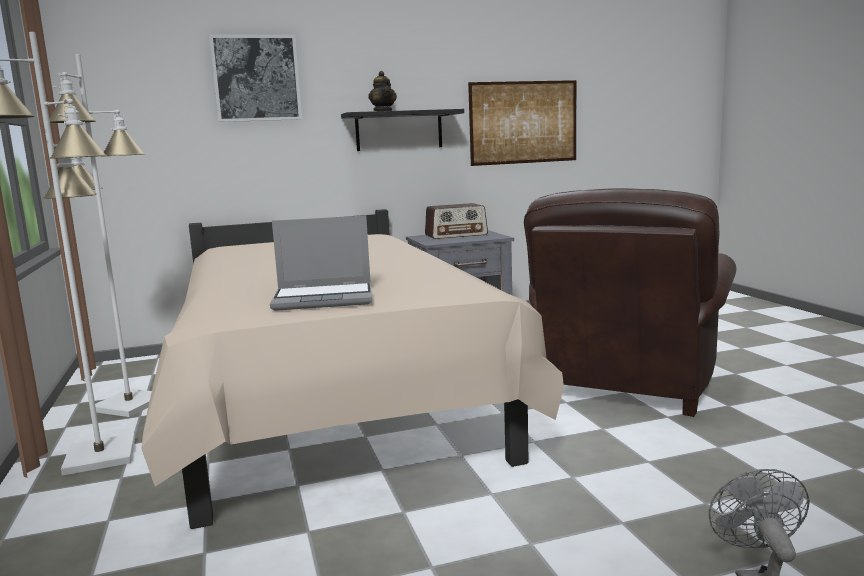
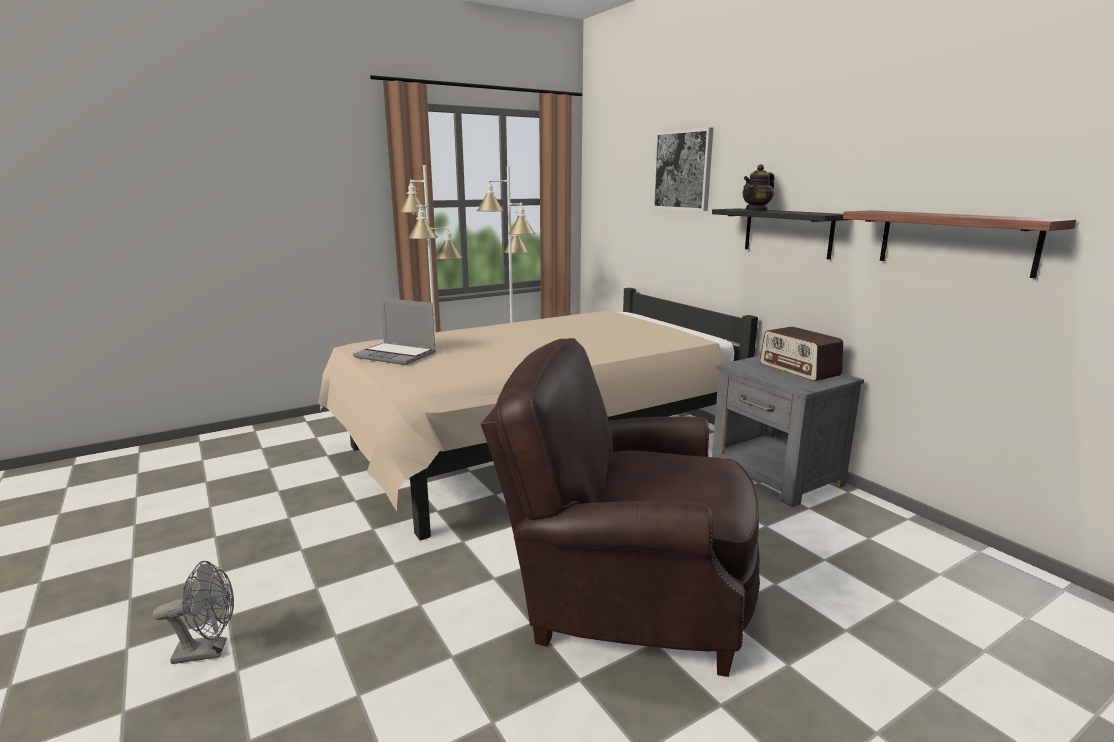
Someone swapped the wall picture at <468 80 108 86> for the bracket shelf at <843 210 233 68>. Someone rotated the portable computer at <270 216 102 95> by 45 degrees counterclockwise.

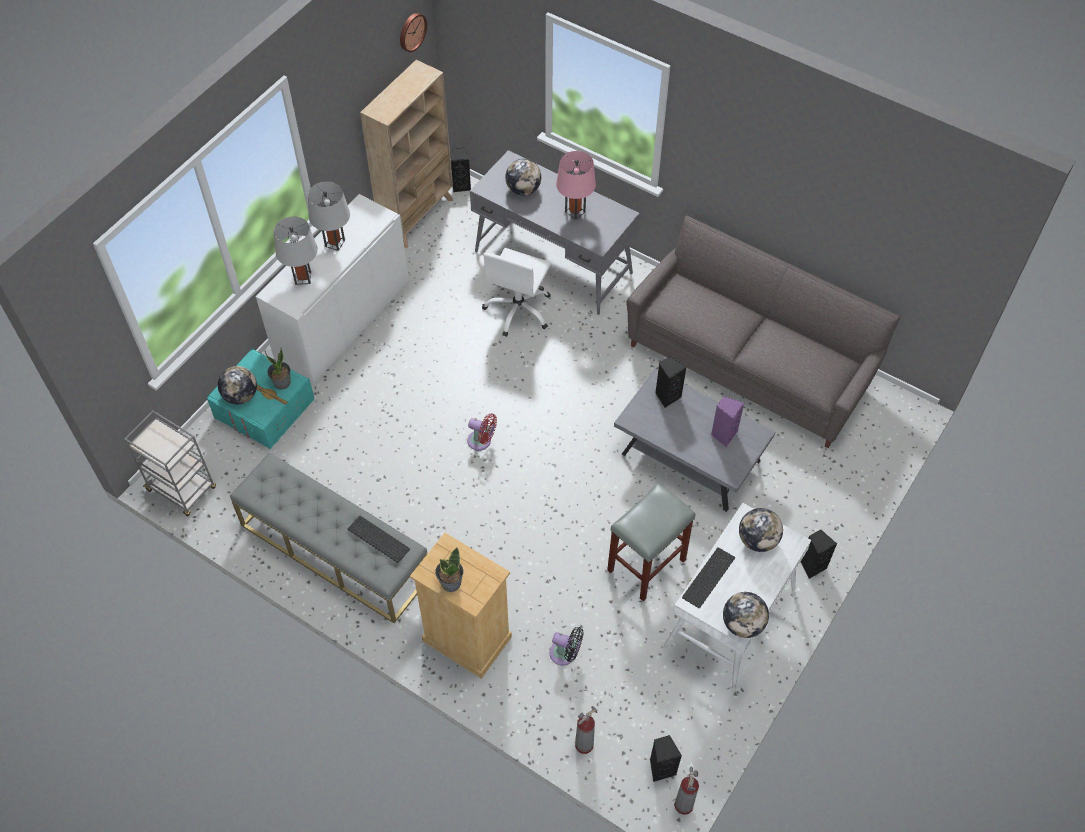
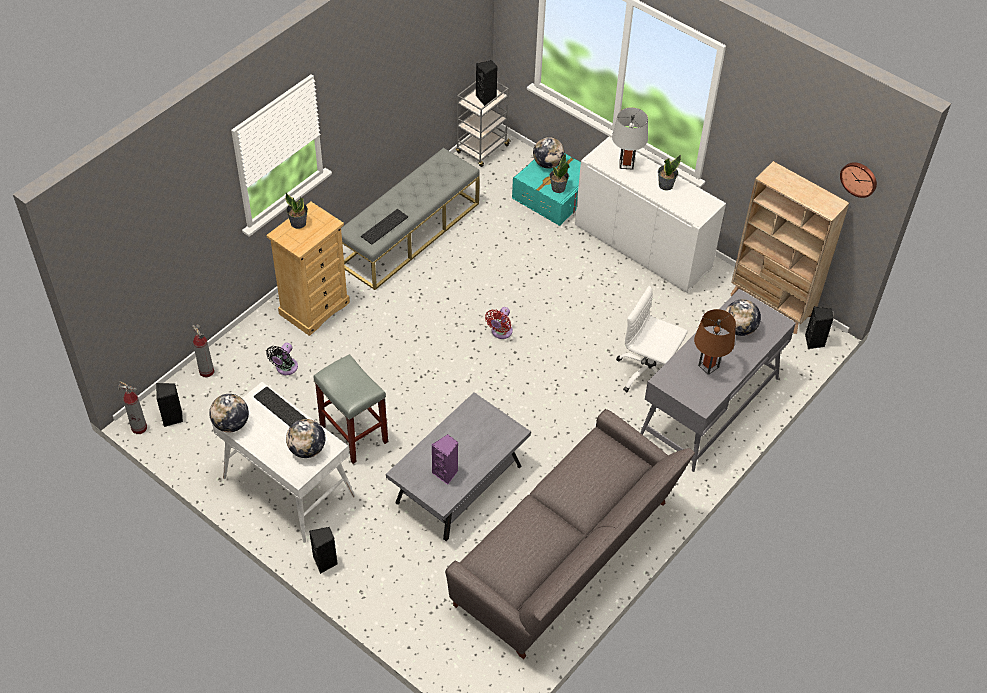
Someone carried the loudspeaker in black-coloured from <655 356 32 52> to <476 60 21 46>. Someone swapped the tabletop lamp in gray at <308 181 42 70> for the potted plant at <658 155 23 36>. Someone repainted the tabletop lamp in pink at <556 151 40 69>, which became the tabletop lamp in brown at <694 309 42 66>.

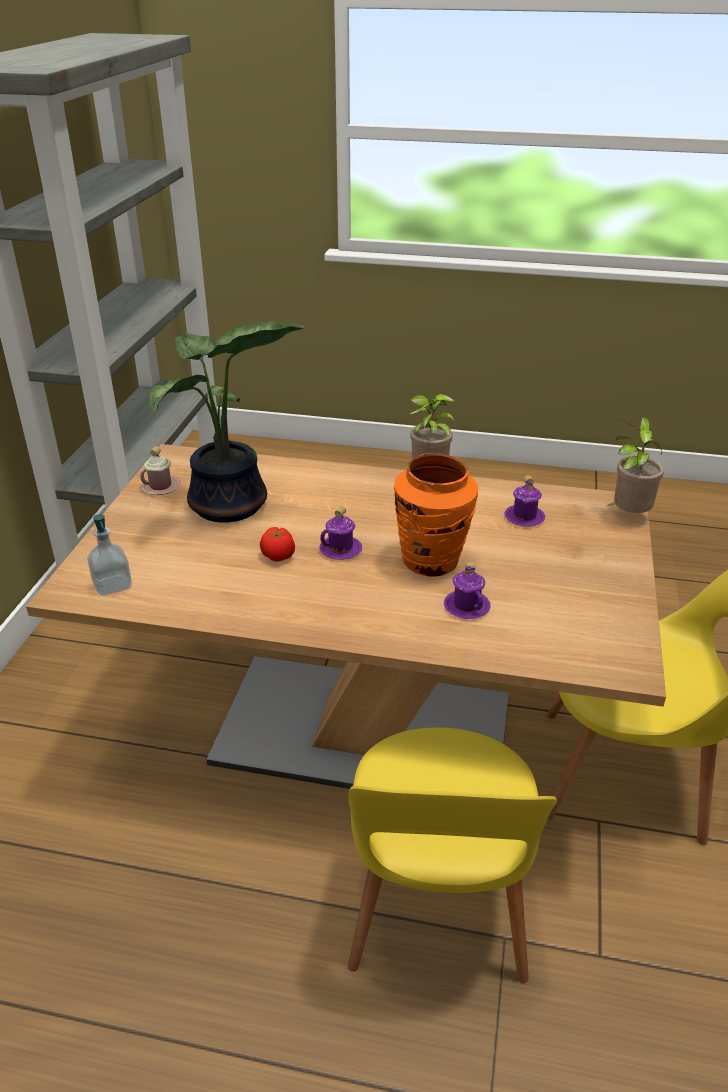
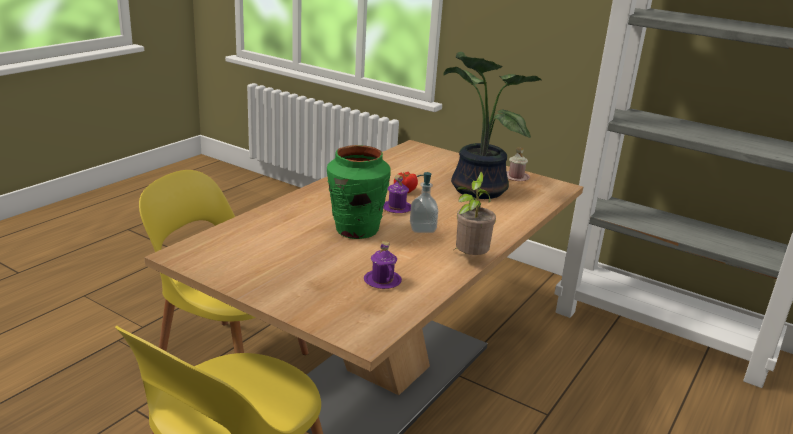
Someone took away the coffee mug in purplish at <444 561 46 58>. Someone took away the potted plant at <607 416 57 97>. Someone carried the soap dispenser from <87 514 45 82> to <410 172 28 61>. Someone repainted the vase in orange at <394 453 84 124>, which became the vase in green at <327 145 64 94>.

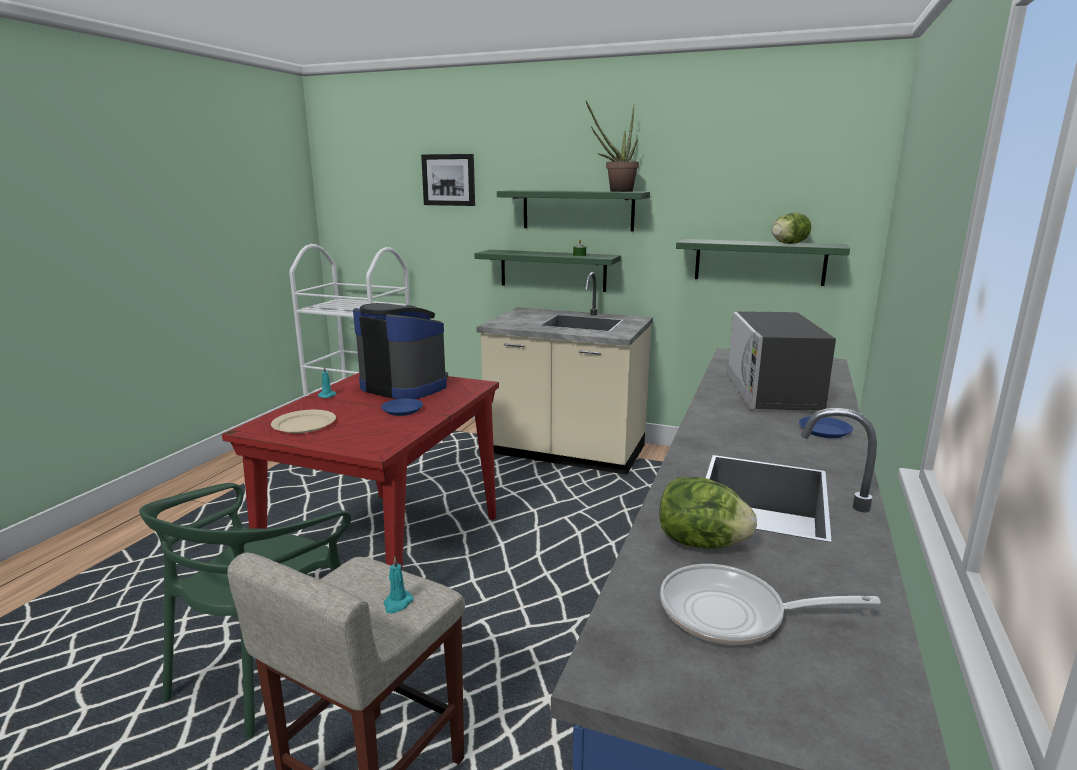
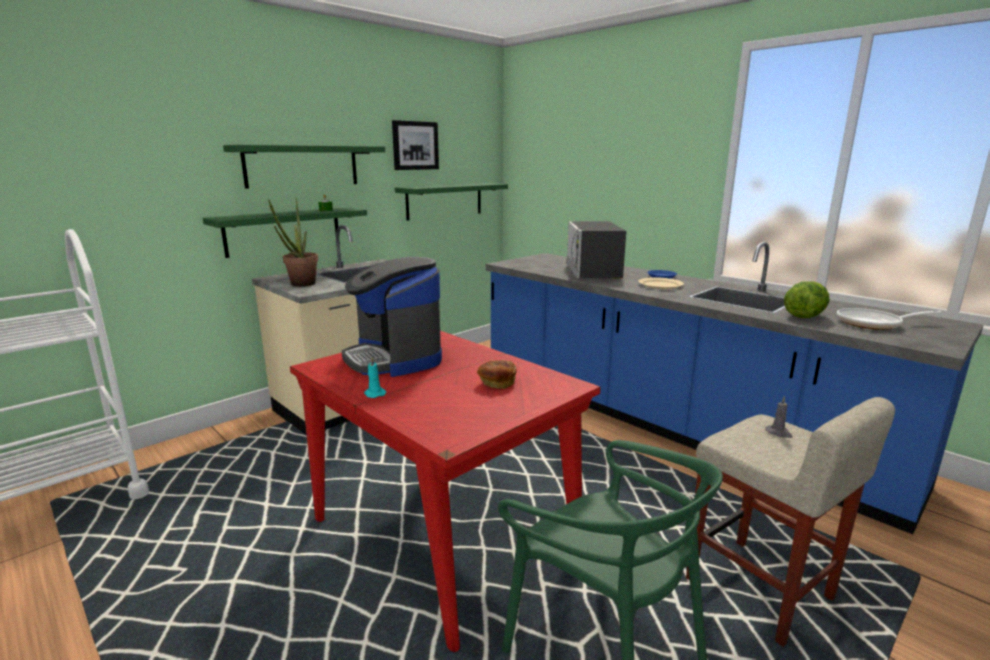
Someone took away the plate in bluish at <381 399 42 17>. Someone took away the head of lettuce at <772 212 39 32>. Someone put down the bakery bread at <477 360 40 29>. Someone carried the plate in sand-coloured from <271 410 65 23> to <638 277 46 12>. Someone carried the wall picture from <421 154 54 52> to <392 120 47 50>. Someone carried the potted plant from <586 101 53 91> to <268 198 50 89>. Someone repainted the wax light in turquoise at <383 556 31 58>, which became the wax light in gray at <765 396 27 42>. Someone rotated the coffee brewer at <353 303 95 96> by 90 degrees counterclockwise. Someone rotated the skillet at <660 564 221 81> by 60 degrees clockwise. Someone rotated the microwave at <727 311 109 100> by 60 degrees clockwise.

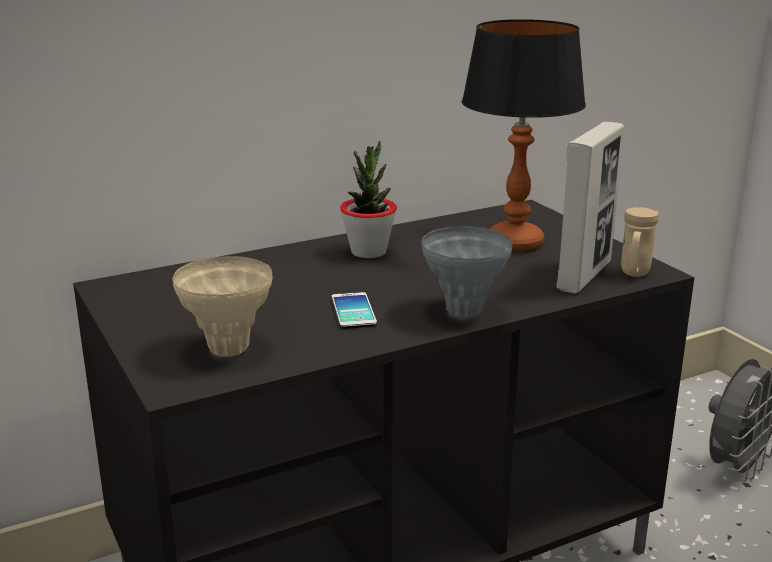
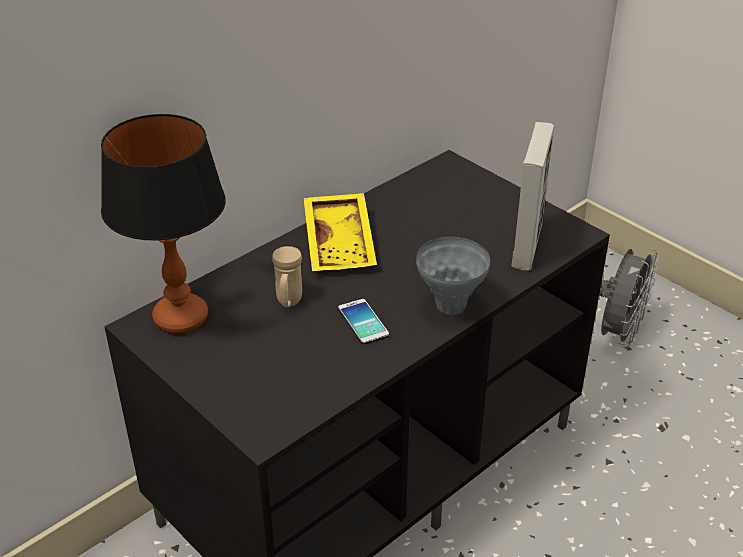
Someone took away the vase in sand-coloured at <172 256 101 101>. Someone carried the tabletop lamp from <462 19 124 232> to <101 114 125 219>. Someone carried the coffee mug in sand-coloured from <621 207 38 70> to <272 246 30 61>. Someone swapped the potted plant at <340 141 57 117> for the serving tray in yellow at <304 193 73 80>.

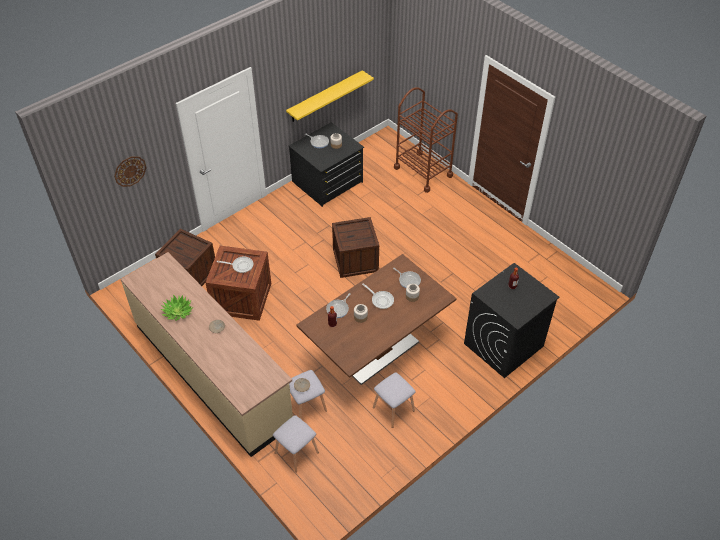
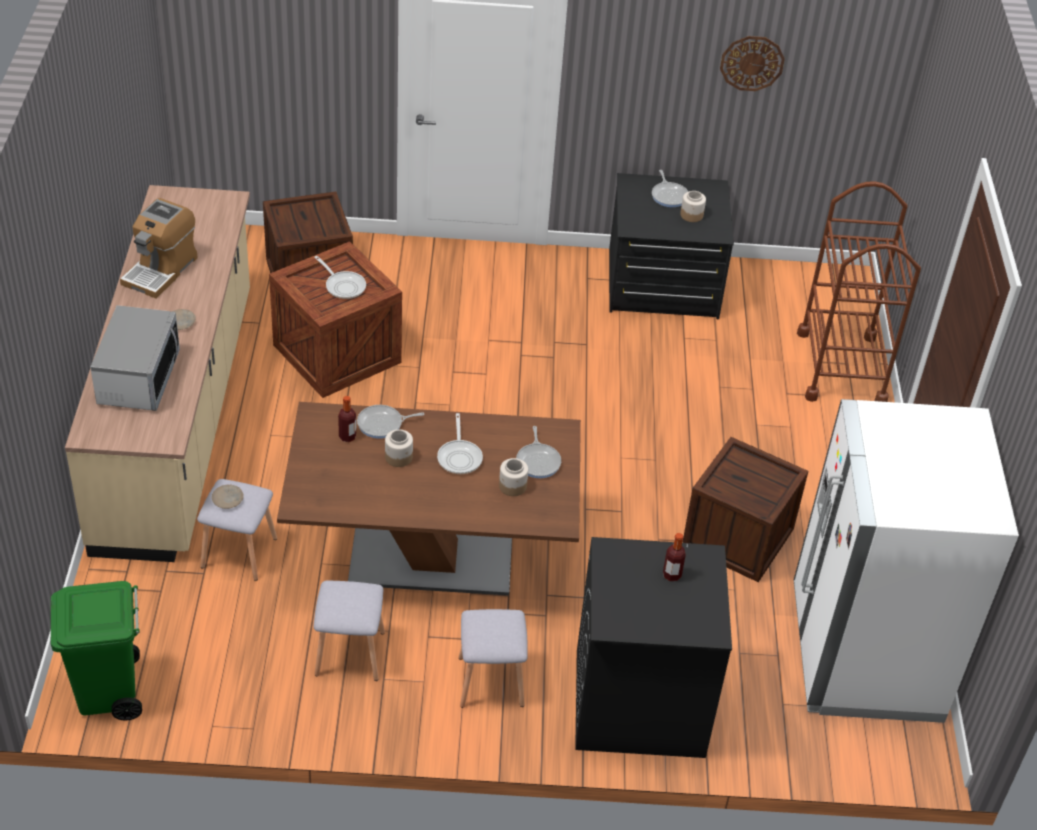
Someone took away the bracket shelf in yellow at <286 70 88 52>. Someone put down the waste bin in green at <51 581 91 139>. Someone put down the microwave at <90 305 90 106>. Someone put down the fridge in white-coloured at <794 399 225 324>. Someone carried the clock on the wall from <114 156 33 31> to <720 36 65 55>. Someone carried the stool seat in gray from <273 415 46 58> to <459 609 69 99>. Someone carried the packing crate from <332 217 47 61> to <682 437 126 145>. Someone swapped the potted plant at <160 295 33 26> for the coffee brewer at <120 198 78 100>.

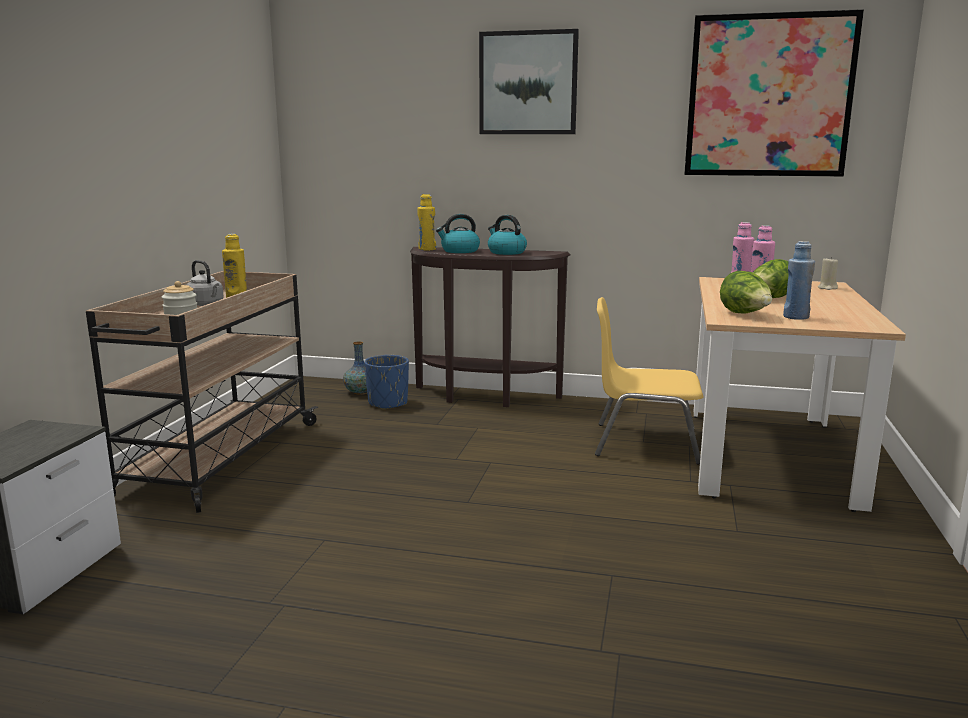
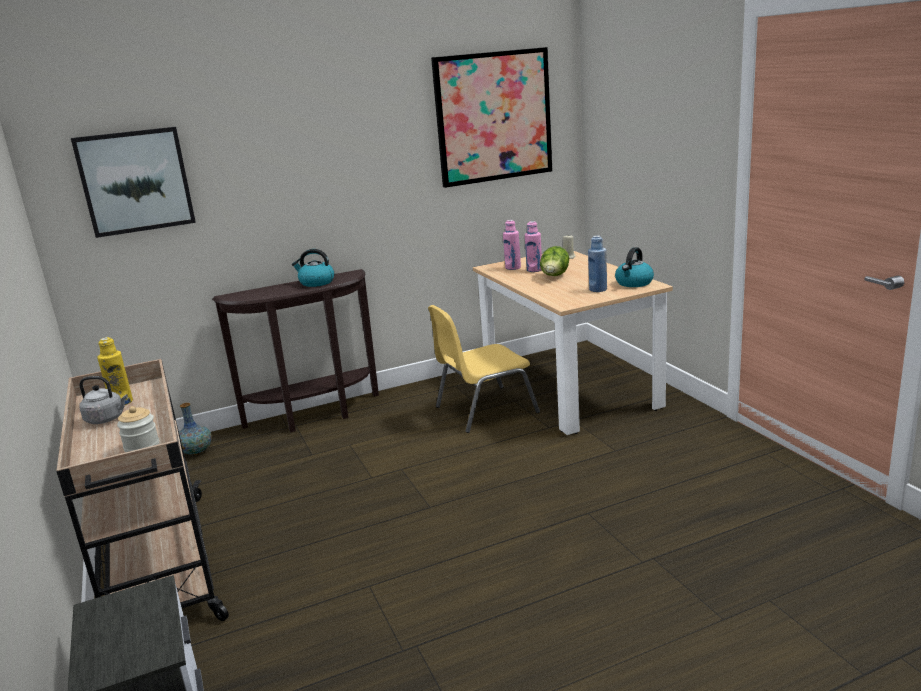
Someone took away the plant pot in bluish at <364 355 45 55>. Someone took away the drink bottle in yellow at <417 194 19 56>. Someone took away the head of lettuce at <720 271 52 43>. Someone carried the kettle from <436 214 44 39> to <615 247 39 40>. Someone carried the wall picture from <479 29 100 105> to <71 127 125 111>.

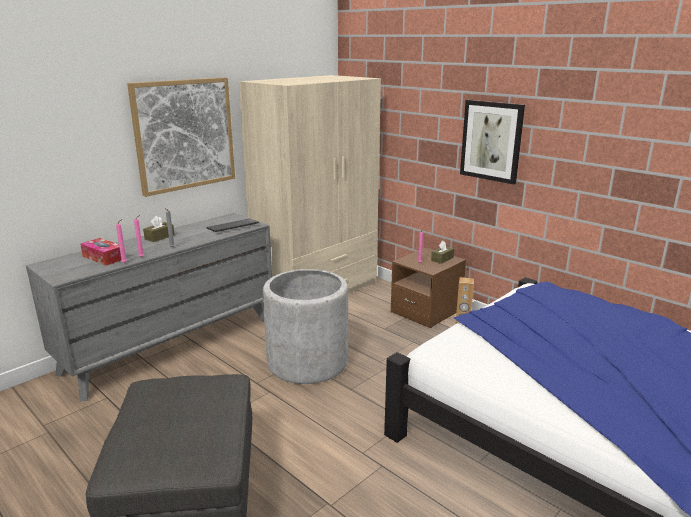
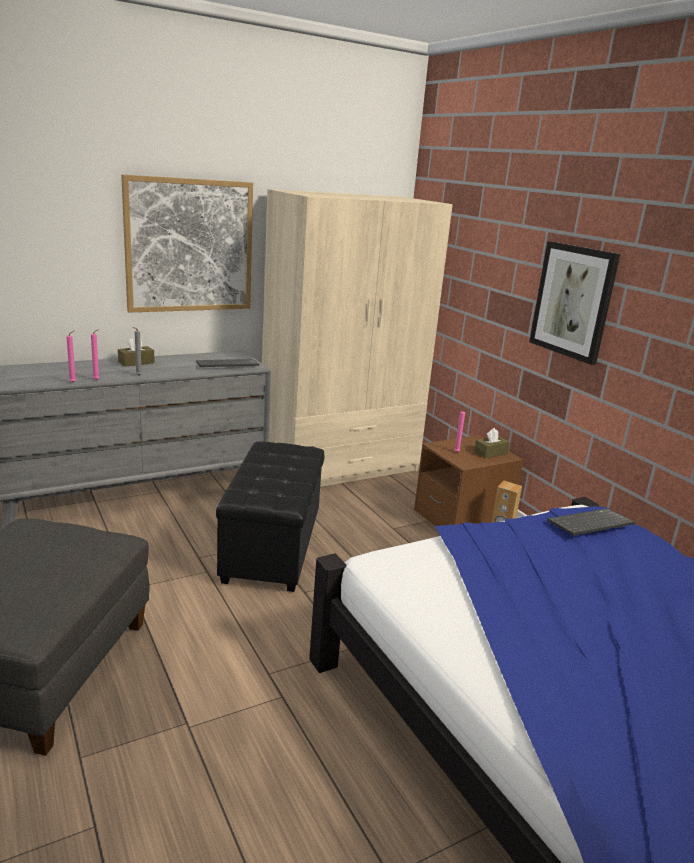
Someone took away the tissue holder at <80 238 41 28>. Someone put down the computer keyboard at <547 508 88 28>. Someone swapped the plant pot in gray at <263 269 85 115> for the footrest in black-coloured at <216 441 108 151>.

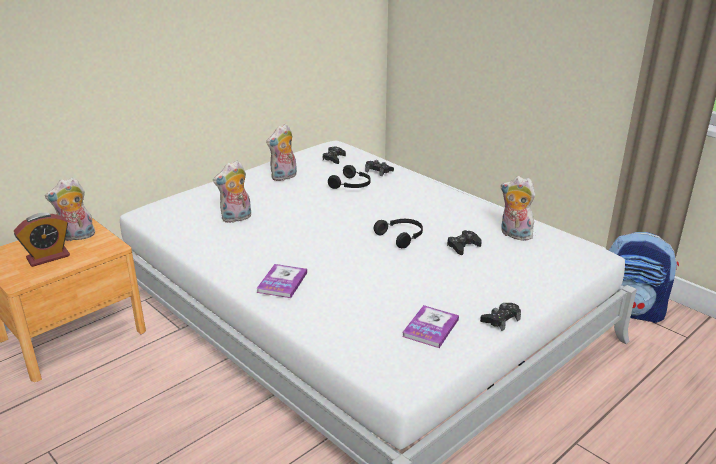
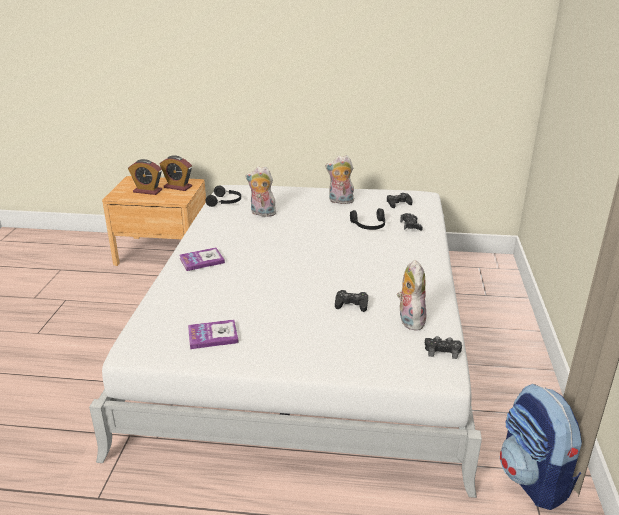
Someone carried the headset in black-coloured from <374 219 49 29> to <206 186 35 21>. Someone carried the game controller in black-coloured from <480 303 41 28> to <425 336 37 23>. Someone swapped the cuddly toy at <45 178 50 64> for the table clock at <160 155 32 36>.

